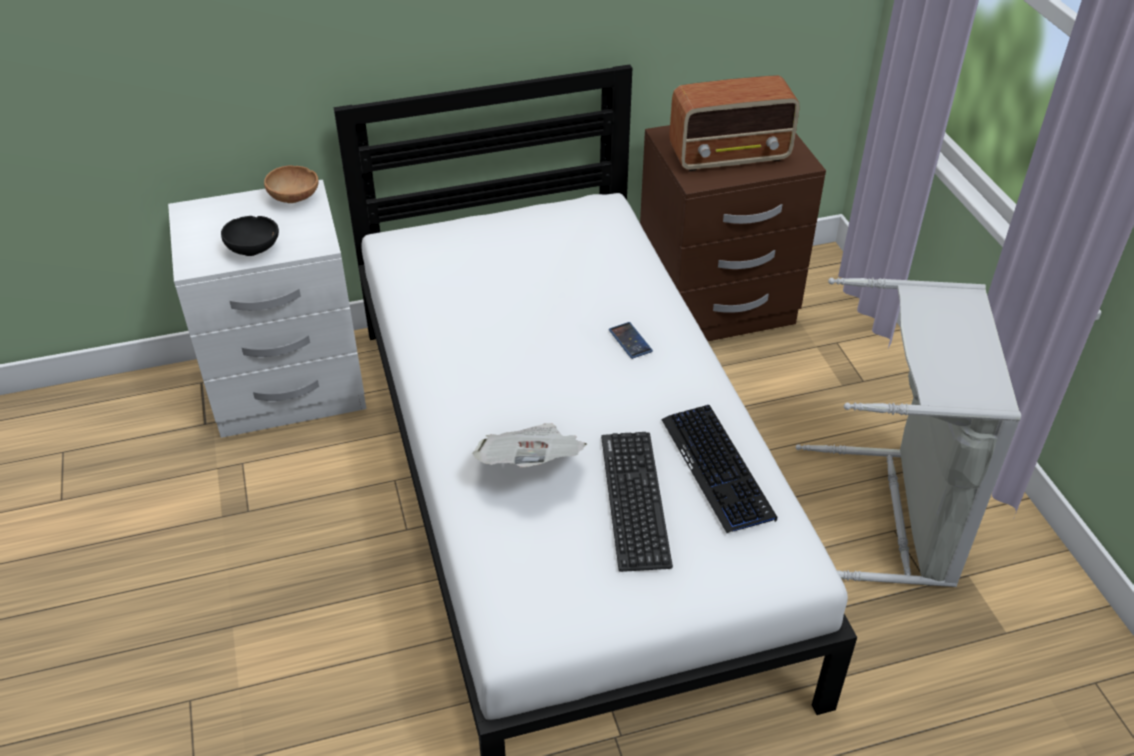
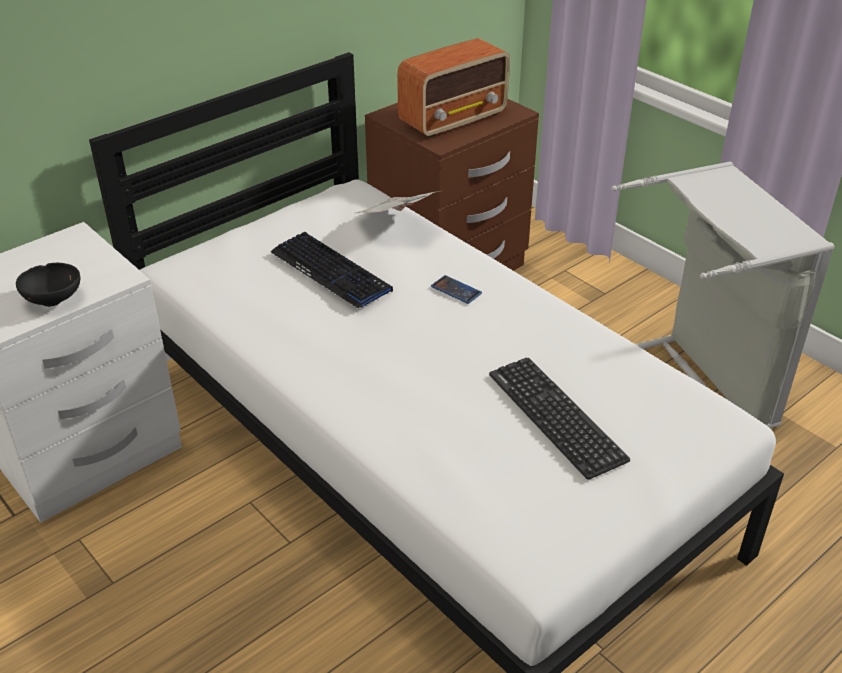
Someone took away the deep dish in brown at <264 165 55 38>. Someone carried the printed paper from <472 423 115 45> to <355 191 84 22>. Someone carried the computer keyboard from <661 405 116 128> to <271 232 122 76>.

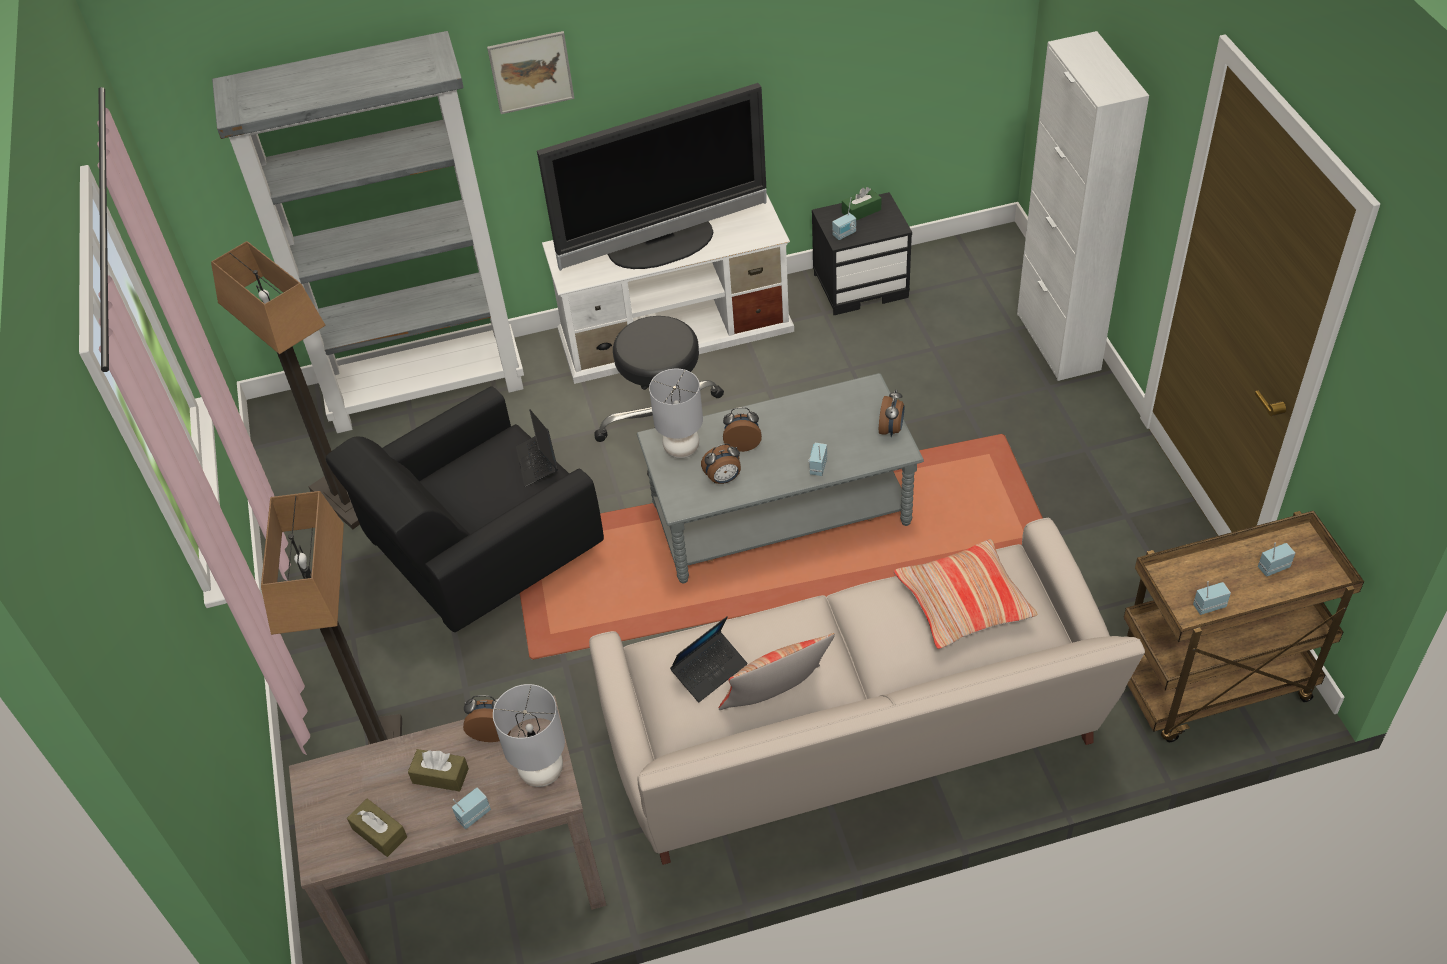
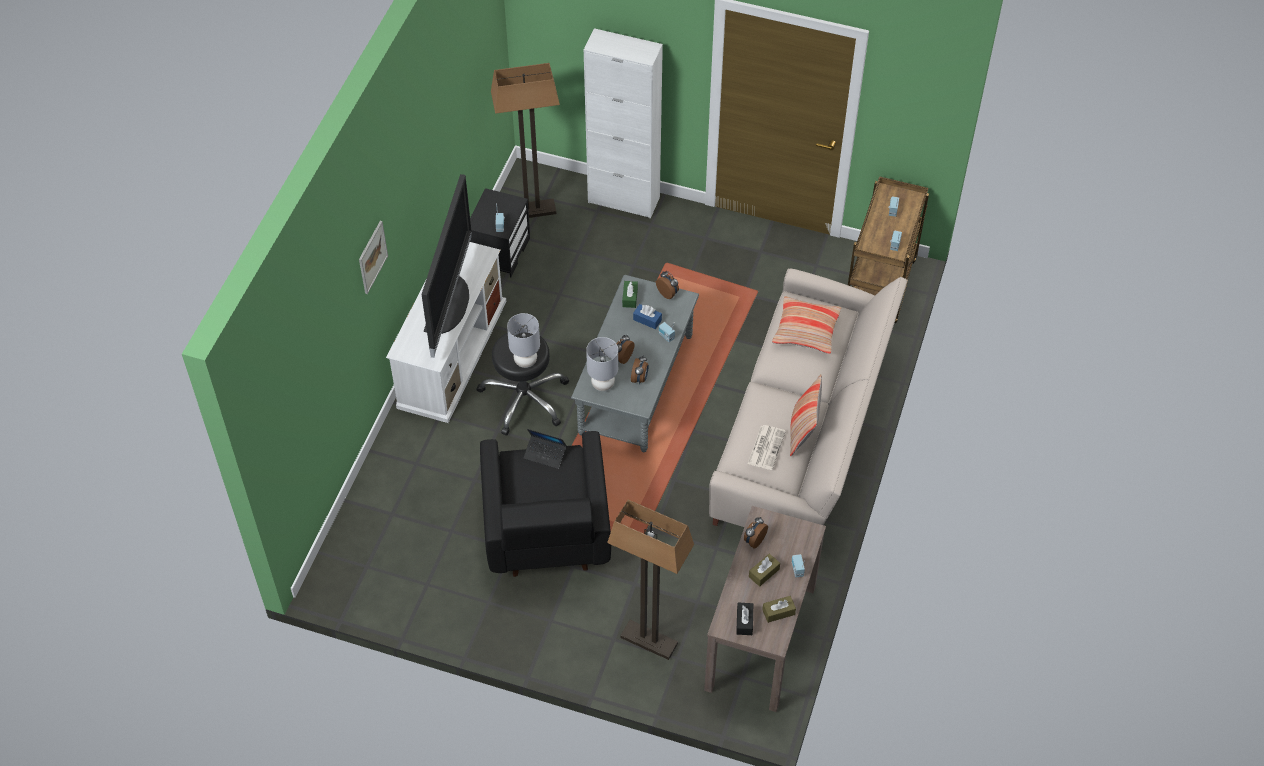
Someone took away the shelving unit in gray at <212 31 312 402>. Someone put down the tissue holder in bluish at <633 304 29 25>. Someone put down the tissue holder in black-coloured at <736 603 17 32>. Someone carried the standard lamp from <211 241 149 288> to <491 63 69 155>. Someone carried the tabletop lamp in gray from <493 684 72 103> to <507 313 33 55>. Someone carried the tissue holder in green from <842 187 40 33> to <622 281 16 27>. Someone swapped the portable computer at <670 616 78 86> for the printed paper at <748 425 38 45>.

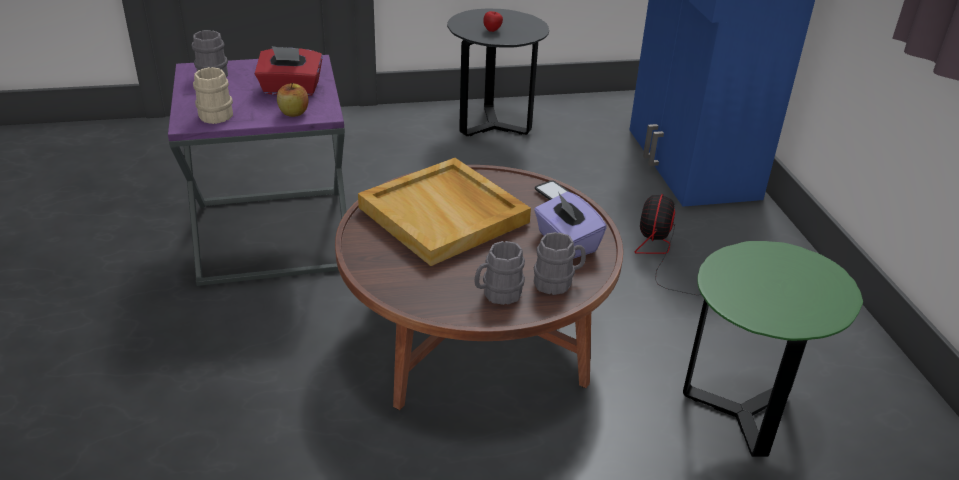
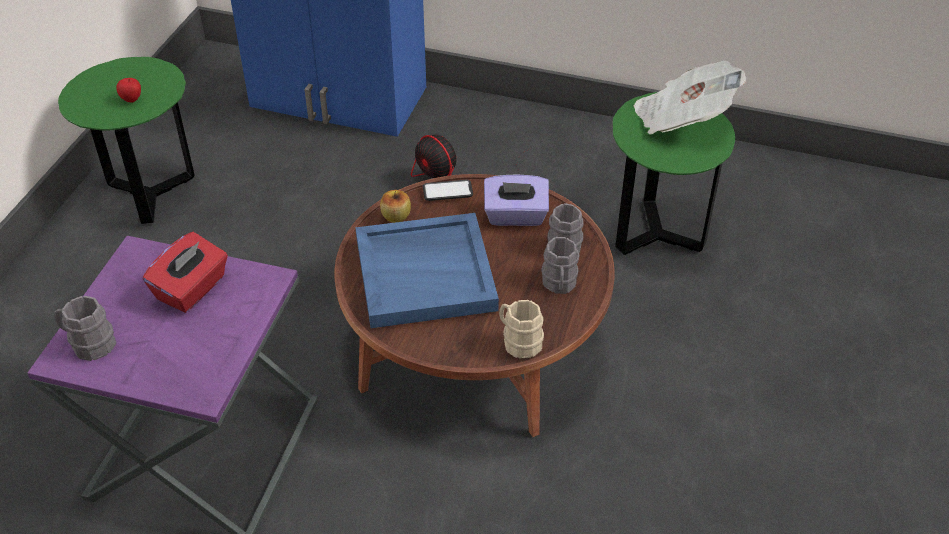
Someone put down the printed paper at <634 61 112 73>. Someone carried the coffee mug in sand-coloured from <193 67 40 57> to <499 300 45 58>. Someone carried the whole apple from <277 82 31 35> to <380 190 31 33>. Someone repainted the serving tray in sand-coloured at <358 158 173 108>, which became the serving tray in bluish at <355 213 144 115>. Someone repainted the side table in black-coloured at <447 8 102 128>, which became the side table in green at <58 57 136 167>.

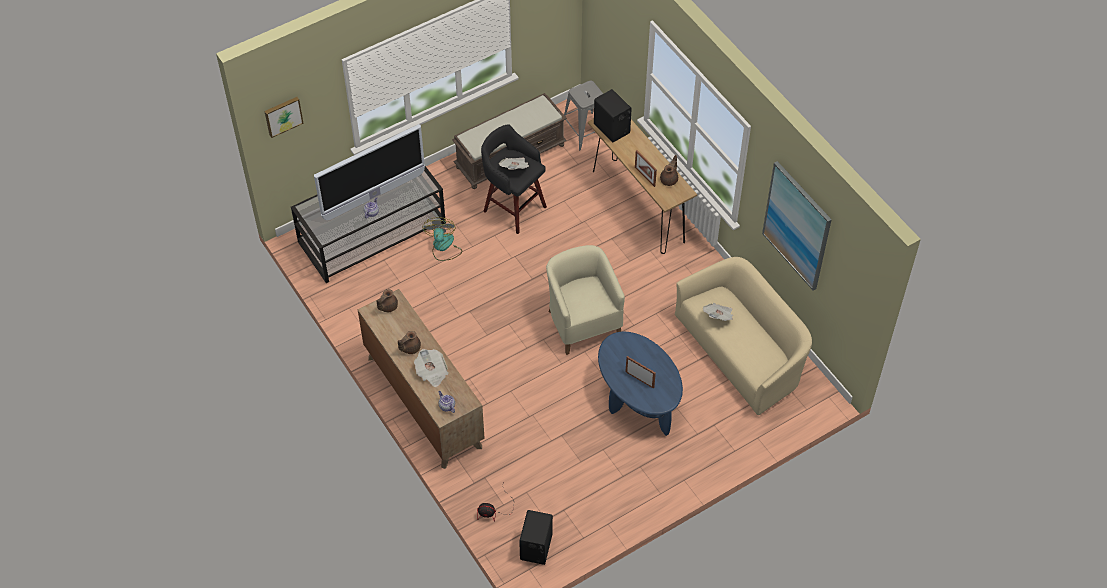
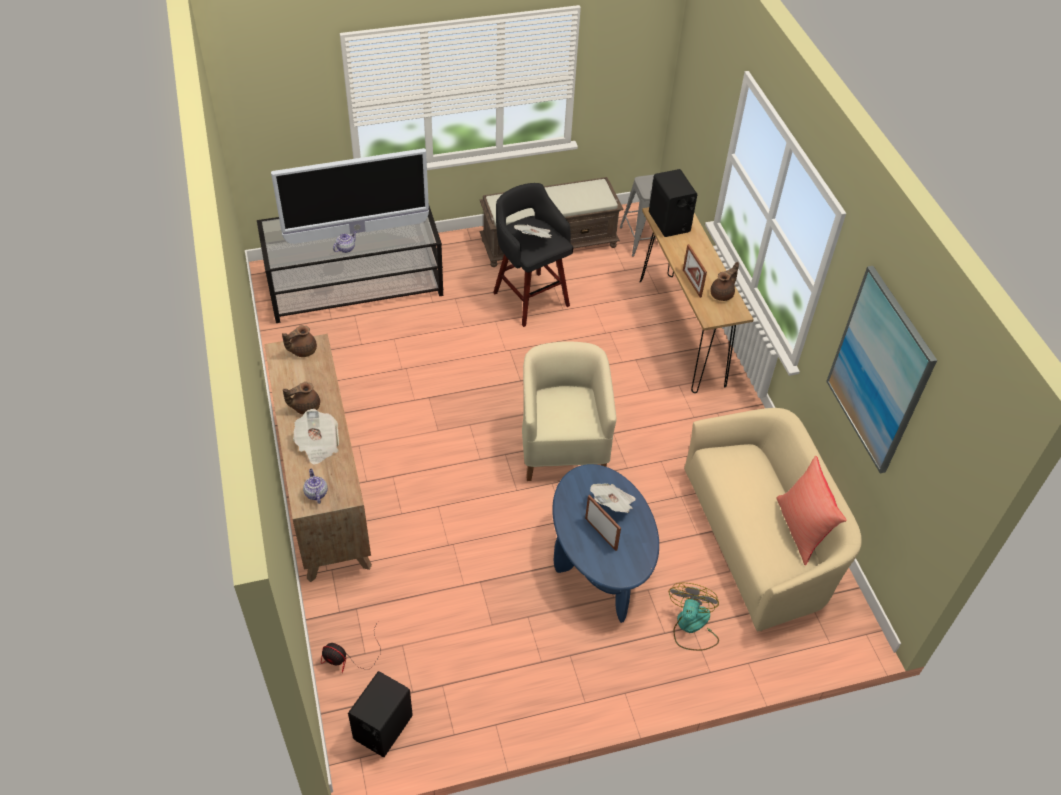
Someone took away the wall picture at <264 97 40 41>. Someone put down the cushion in reddish at <777 456 70 109>. Someone carried the cooling fan from <422 217 40 44> to <669 583 50 68>. Someone carried the printed paper from <703 303 30 18> to <590 483 46 30>.

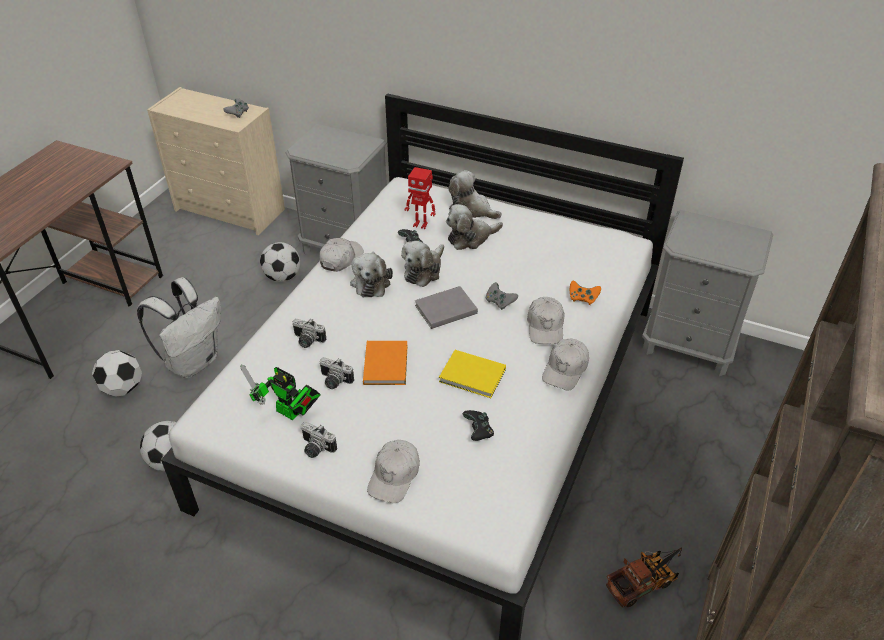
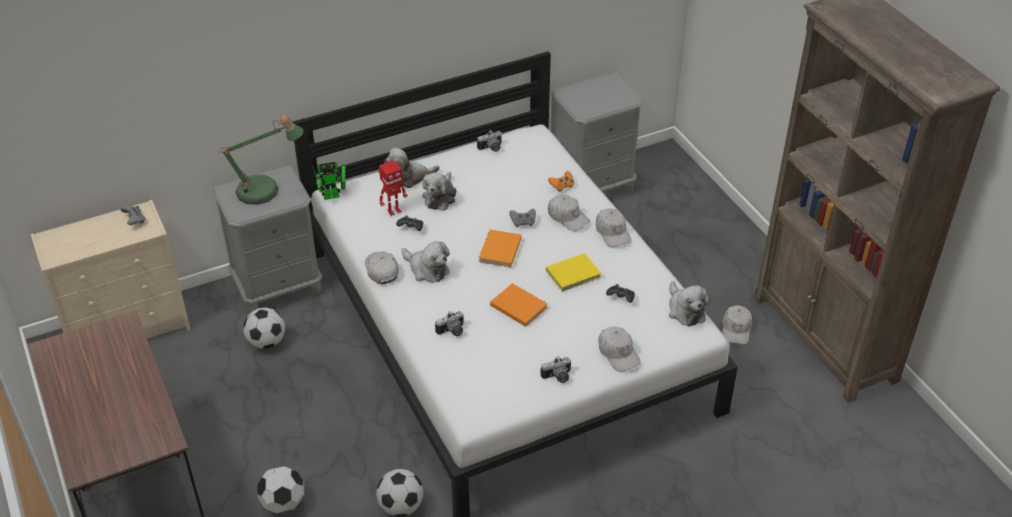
Someone took away the knapsack in white-coloured at <137 277 84 101>. Someone put down the tabletop lamp at <219 114 85 91>. Someone carried the model robot from <241 365 80 55> to <312 162 34 38>. Someone carried the photo camera from <319 357 35 32> to <477 130 25 22>. Someone carried the cuddly toy from <401 241 43 46> to <669 281 41 46>. Someone swapped the toy truck at <606 547 76 60> for the baseball cap in white-coloured at <722 305 30 40>. Someone repainted the book in gray at <415 286 63 43>, which became the book in orange at <479 229 43 38>.

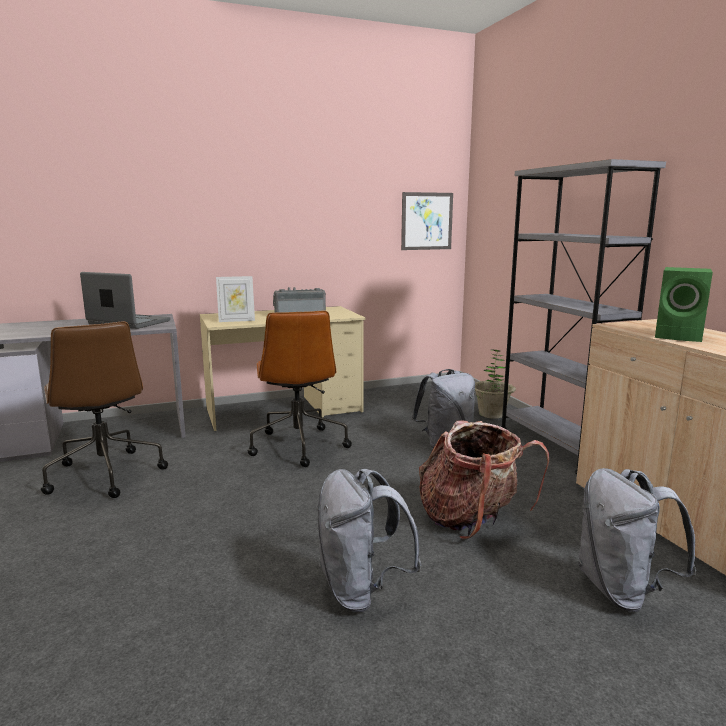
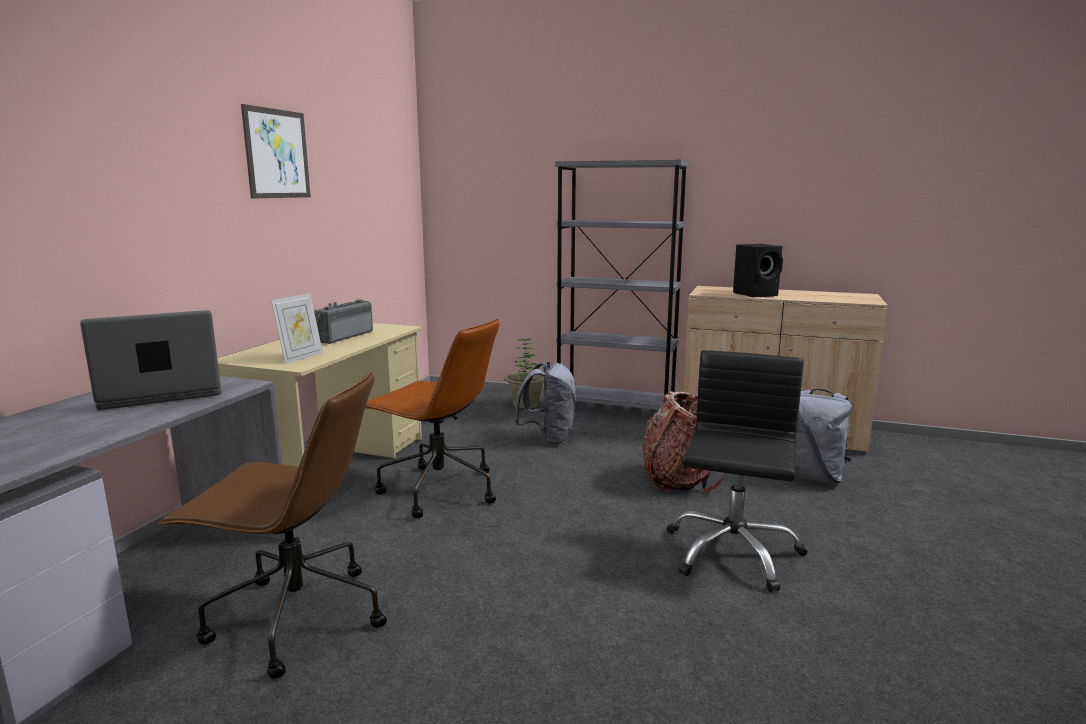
Someone carried the wall picture from <401 192 52 58> to <241 104 70 94>. Someone swapped the knapsack in gray at <317 469 105 143> for the computer chair in black-coloured at <667 350 141 242>. Someone repainted the loudspeaker in green at <655 267 58 75>, which became the loudspeaker in black-coloured at <733 244 50 53>.

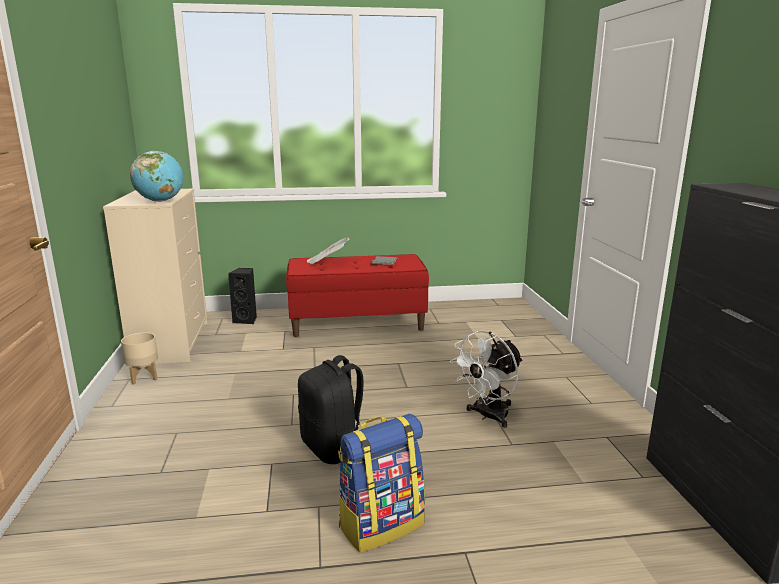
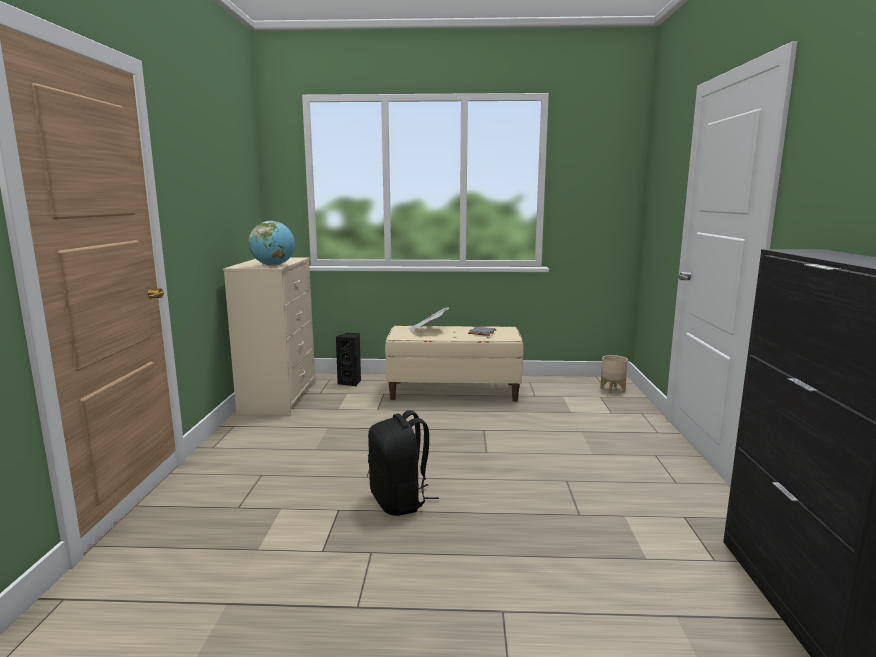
Someone took away the knapsack at <338 414 87 139>. Someone took away the cooling fan in white-coloured at <450 330 73 98>. Someone carried the plant pot in sand-coloured from <121 332 37 53> to <600 355 28 39>. Someone repainted the bench in reddish at <286 254 143 83>, which became the bench in sand-coloured at <385 326 139 76>.

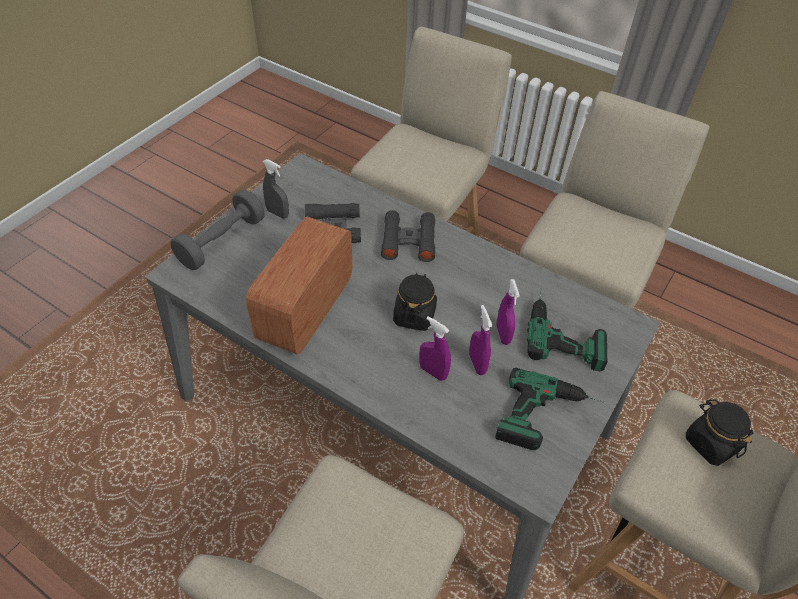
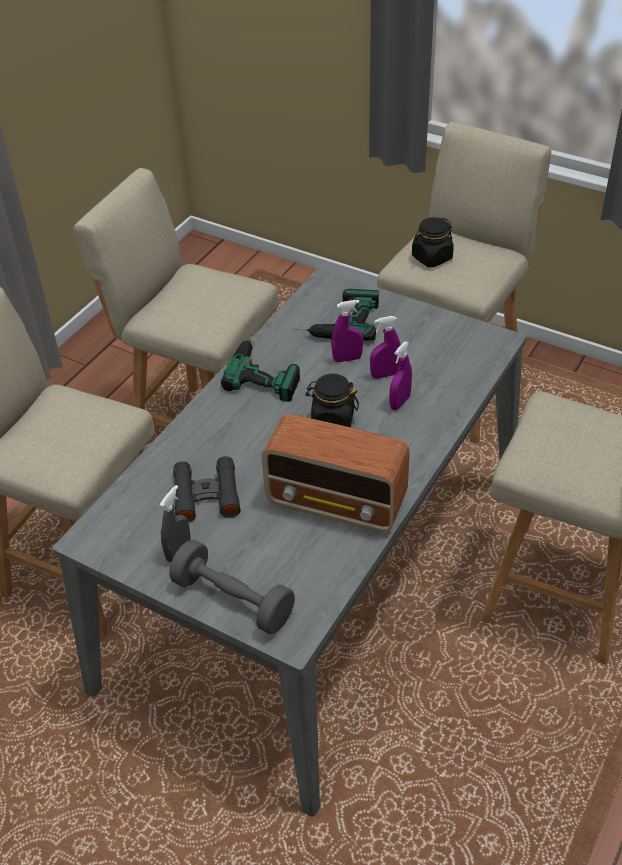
Someone took away the pair of binoculars in black-coloured at <381 210 54 52>. Someone carried the drill from <495 368 110 82> to <221 332 79 70>.

